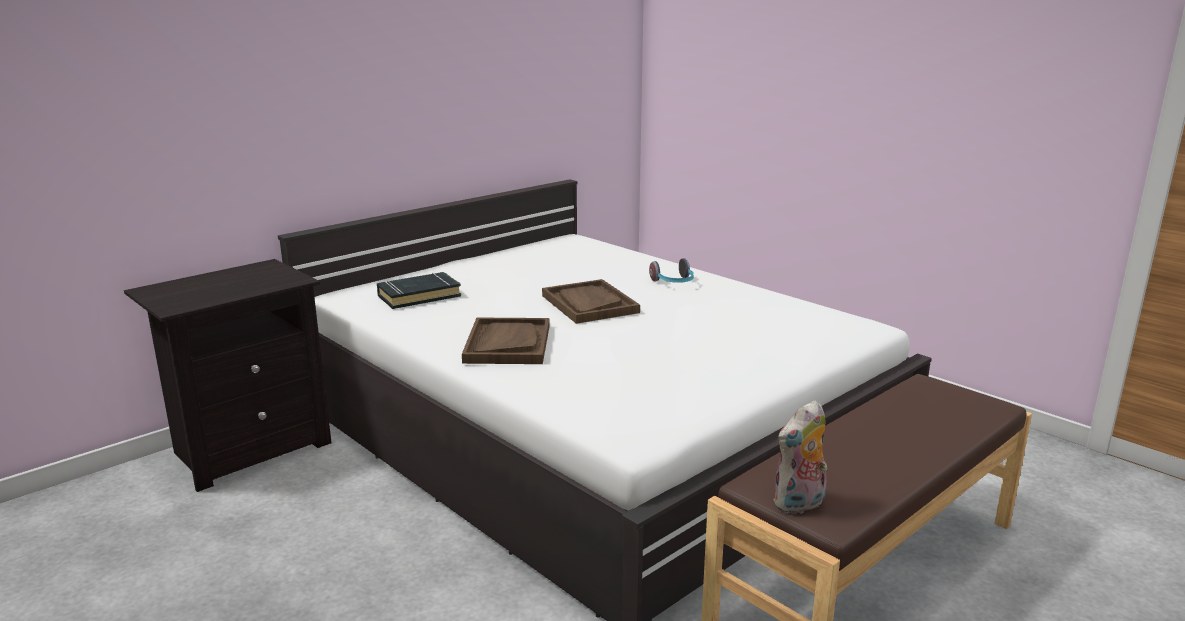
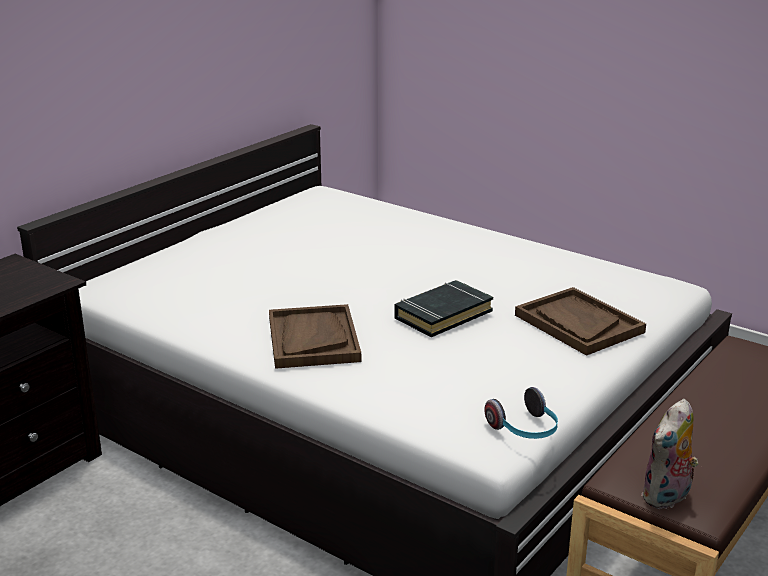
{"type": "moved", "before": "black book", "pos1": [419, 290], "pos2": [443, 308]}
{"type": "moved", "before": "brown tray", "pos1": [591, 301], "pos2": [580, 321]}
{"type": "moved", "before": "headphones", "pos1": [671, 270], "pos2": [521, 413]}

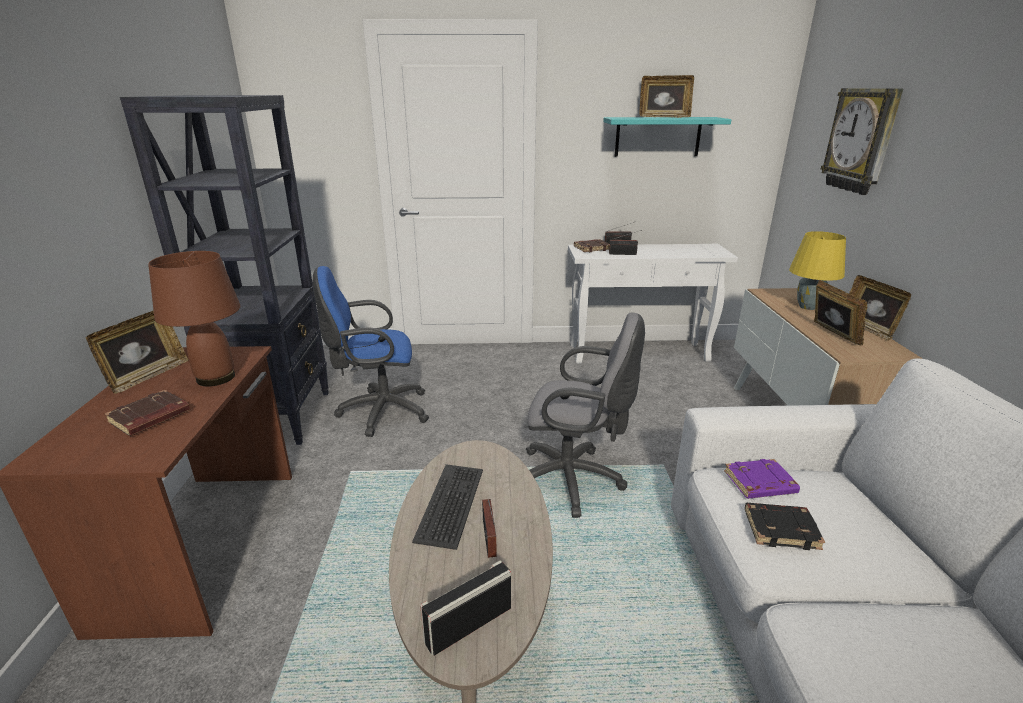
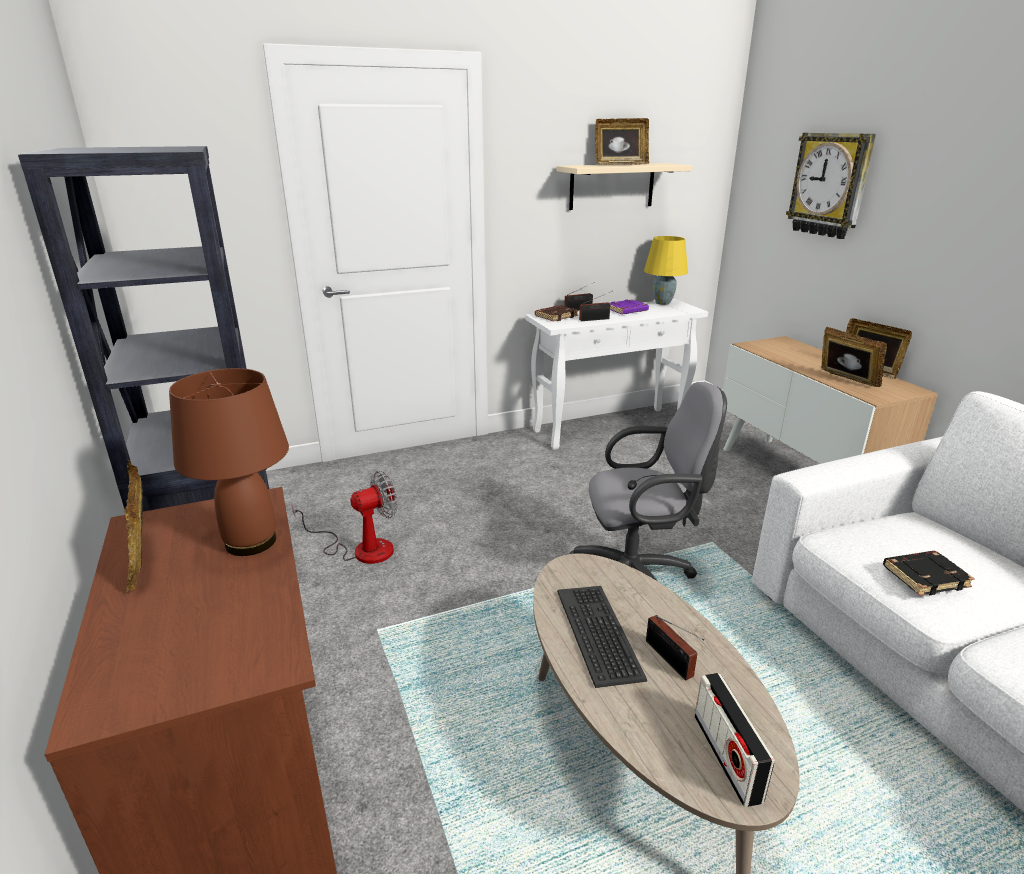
{"type": "turned", "before": "picture frame", "pos1": [137, 352], "pos2": [133, 527], "turn": 150}
{"type": "removed", "before": "brown book", "pos1": [147, 413]}
{"type": "replaced", "before": "blue office chair", "after": "fan", "pos1": [370, 351], "pos2": [344, 517]}
{"type": "turned", "before": "radio", "pos1": [465, 608], "pos2": [734, 740], "turn": -45}
{"type": "recoloured", "before": "turquoise shelf", "after": "beige shelf", "pos1": [667, 137], "pos2": [624, 186]}
{"type": "moved", "before": "purple book", "pos1": [762, 479], "pos2": [629, 306]}
{"type": "moved", "before": "yellow table lamp", "pos1": [817, 270], "pos2": [666, 270]}

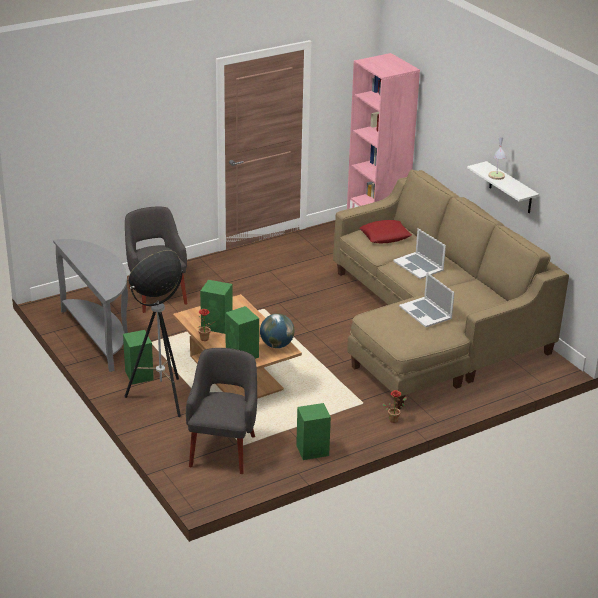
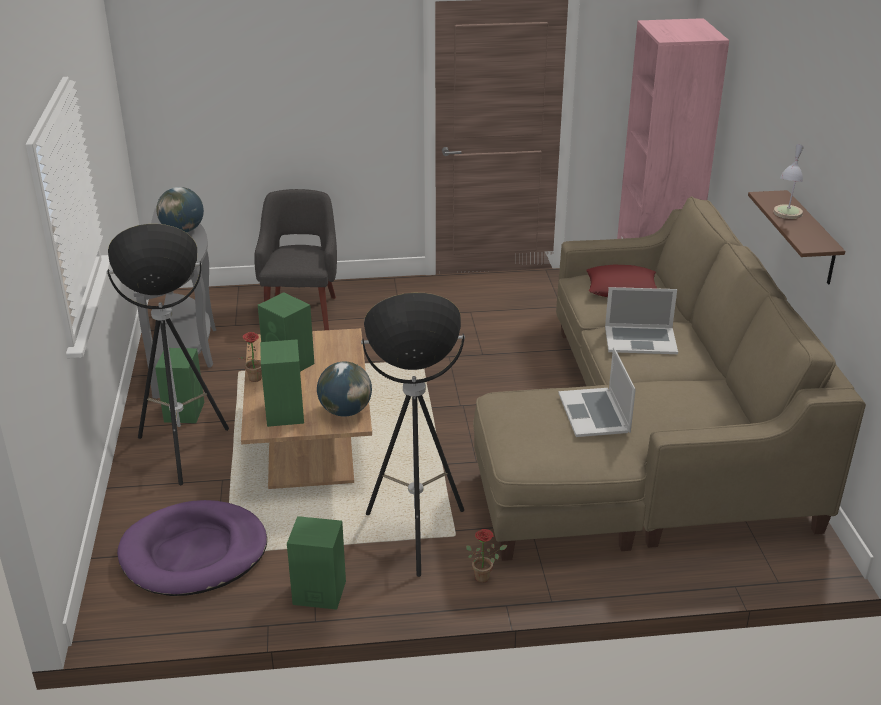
{"type": "replaced", "before": "grey armchair", "after": "purple dog bed", "pos1": [221, 411], "pos2": [192, 548]}
{"type": "turned", "before": "laptop", "pos1": [419, 253], "pos2": [641, 320], "turn": -75}
{"type": "recoloured", "before": "white shelf", "after": "brown shelf", "pos1": [503, 187], "pos2": [796, 237]}
{"type": "added", "after": "globe", "pos2": [180, 210]}
{"type": "added", "after": "floor lamp", "pos2": [413, 435]}

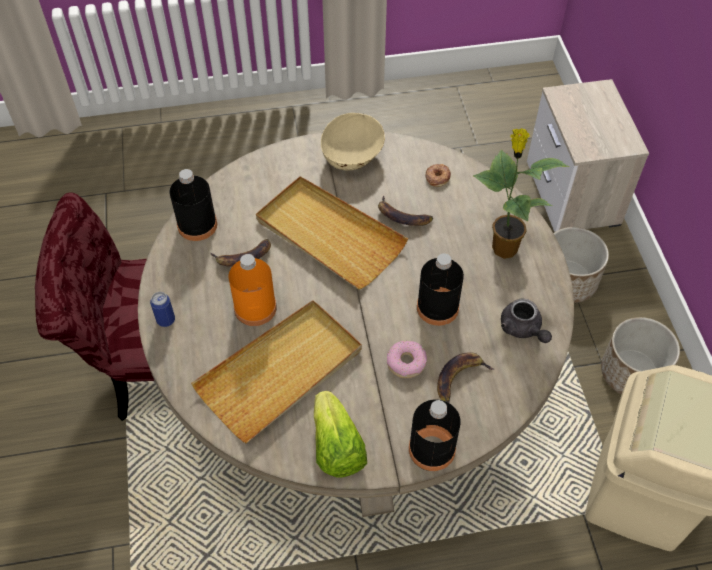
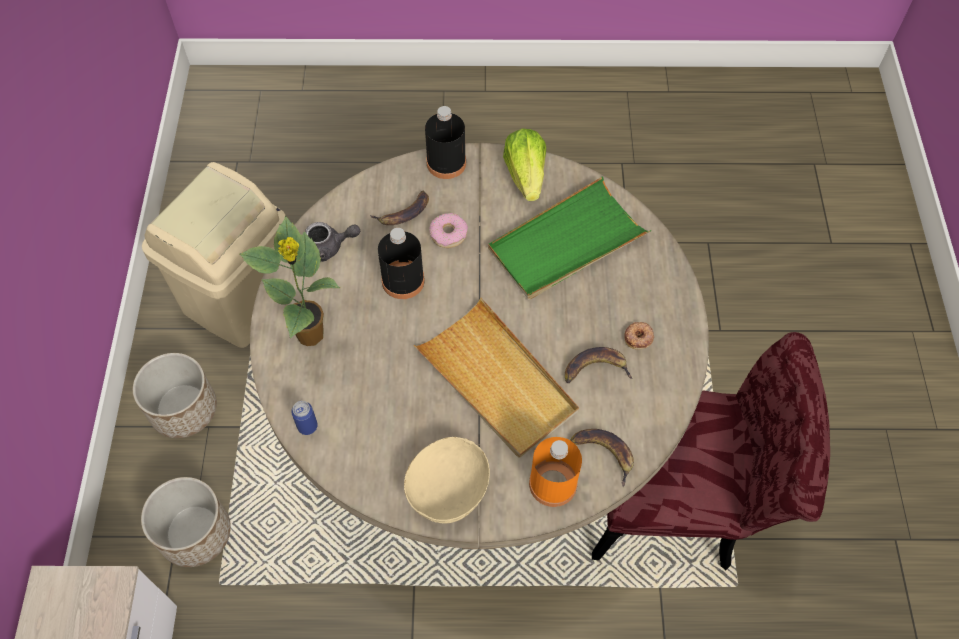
{"type": "moved", "before": "can", "pos1": [162, 309], "pos2": [304, 418]}
{"type": "removed", "before": "black bottle", "pos1": [193, 205]}
{"type": "recoloured", "before": "beige tray", "after": "green tray", "pos1": [276, 371], "pos2": [569, 238]}
{"type": "moved", "before": "orange bottle", "pos1": [253, 290], "pos2": [555, 472]}
{"type": "moved", "before": "banana", "pos1": [405, 211], "pos2": [602, 458]}
{"type": "moved", "before": "donut", "pos1": [438, 175], "pos2": [639, 336]}
{"type": "turned", "before": "grey teapot", "pos1": [526, 320], "pos2": [332, 242], "turn": 105}

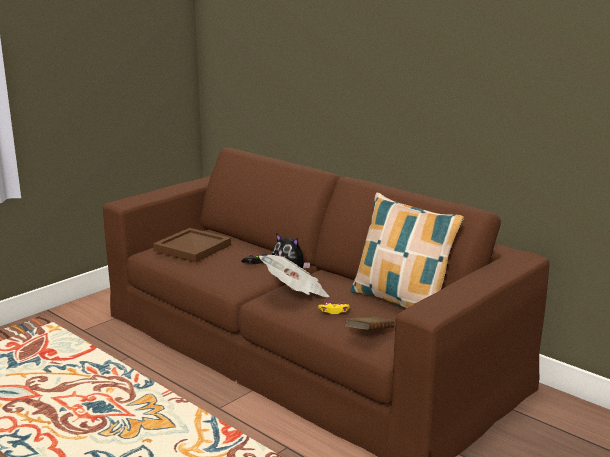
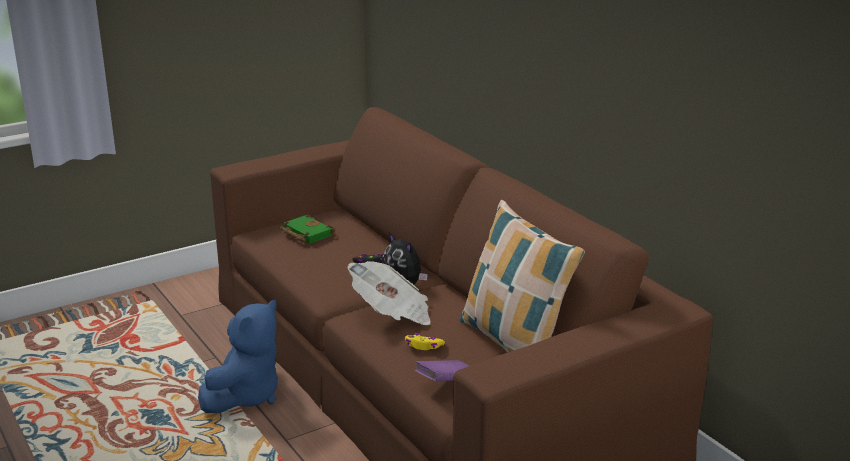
{"type": "replaced", "before": "brown tray", "after": "green book", "pos1": [192, 245], "pos2": [307, 229]}
{"type": "recoloured", "before": "brown book", "after": "purple book", "pos1": [370, 323], "pos2": [442, 370]}
{"type": "added", "after": "blue plush toy", "pos2": [238, 356]}

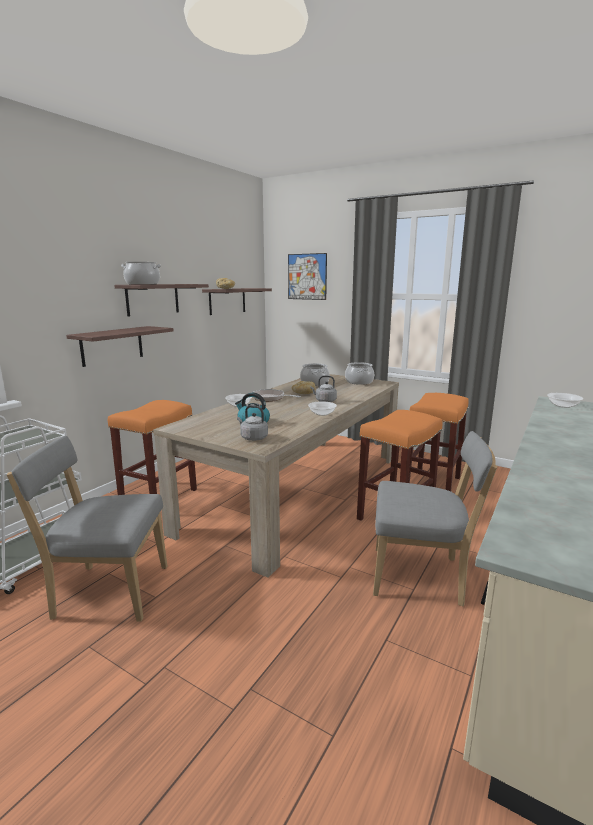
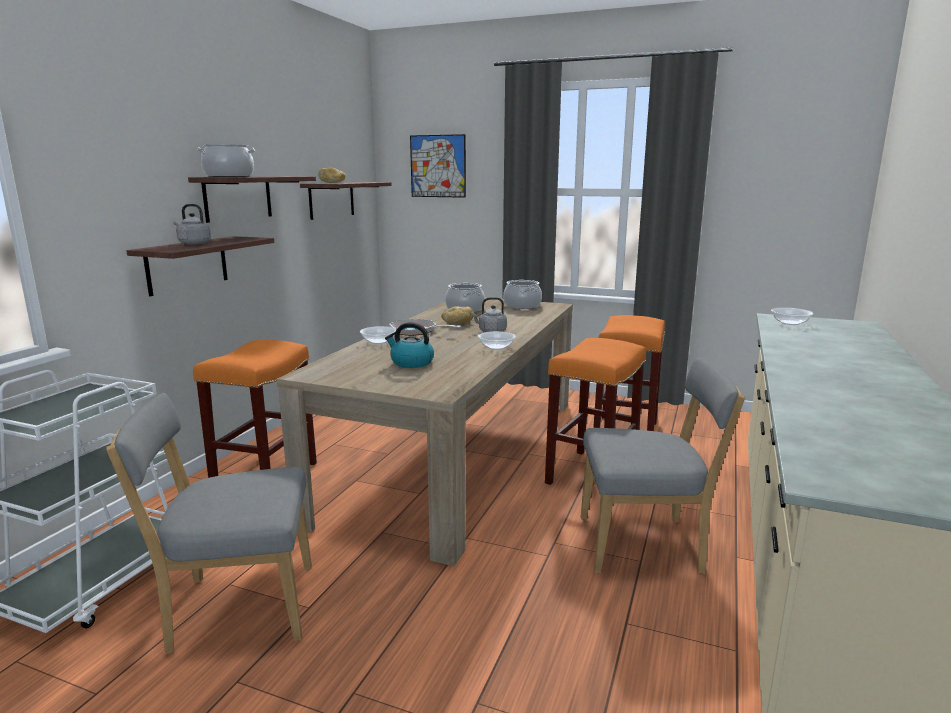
{"type": "moved", "before": "grey kettle", "pos1": [252, 423], "pos2": [192, 224]}

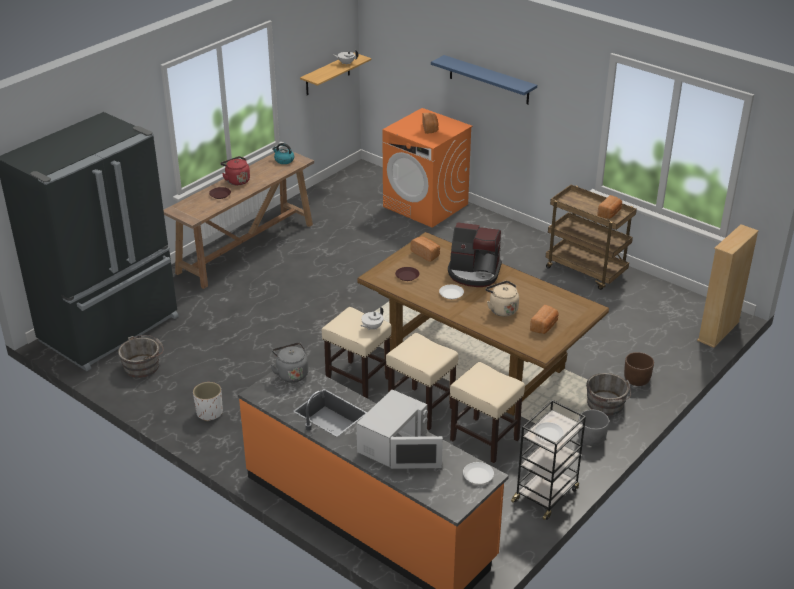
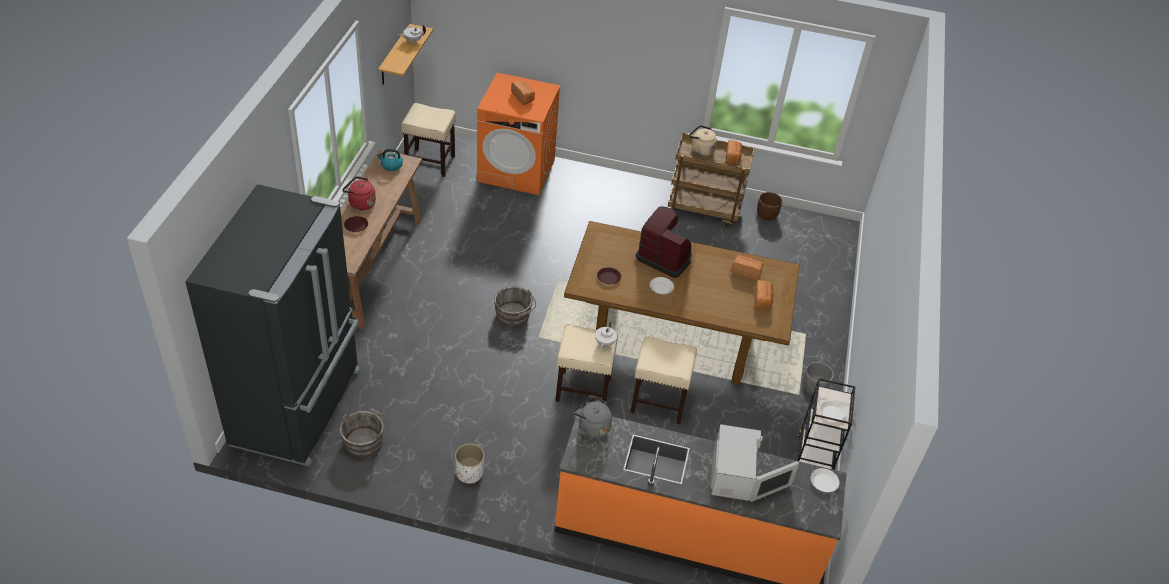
{"type": "moved", "before": "bread", "pos1": [425, 249], "pos2": [747, 267]}
{"type": "removed", "before": "blue shelf", "pos1": [484, 80]}
{"type": "turned", "before": "coffee machine", "pos1": [475, 254], "pos2": [664, 242], "turn": -135}
{"type": "moved", "before": "beige stool", "pos1": [487, 412], "pos2": [428, 140]}
{"type": "moved", "before": "beige kettle", "pos1": [502, 299], "pos2": [703, 140]}
{"type": "moved", "before": "grey bucket", "pos1": [609, 394], "pos2": [515, 306]}
{"type": "moved", "before": "brown planter", "pos1": [639, 369], "pos2": [770, 206]}
{"type": "removed", "before": "beige bookcase", "pos1": [728, 286]}

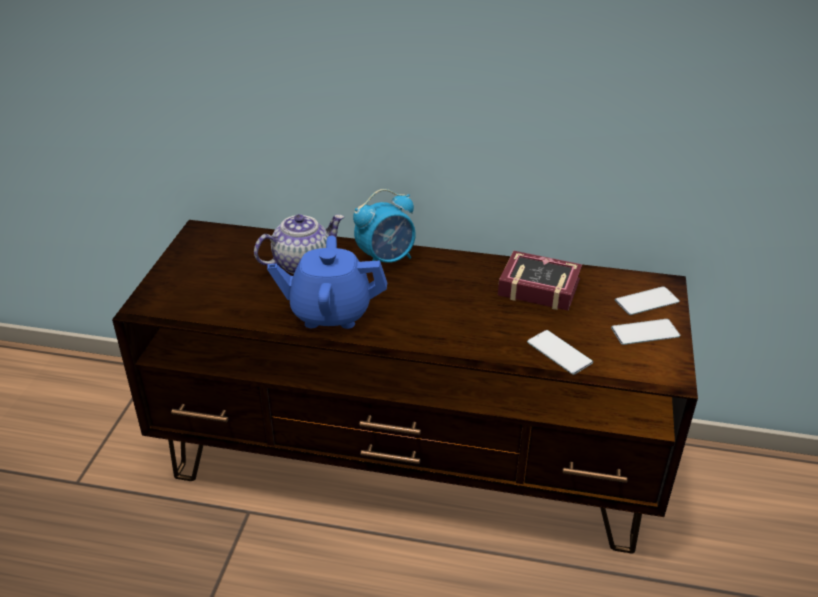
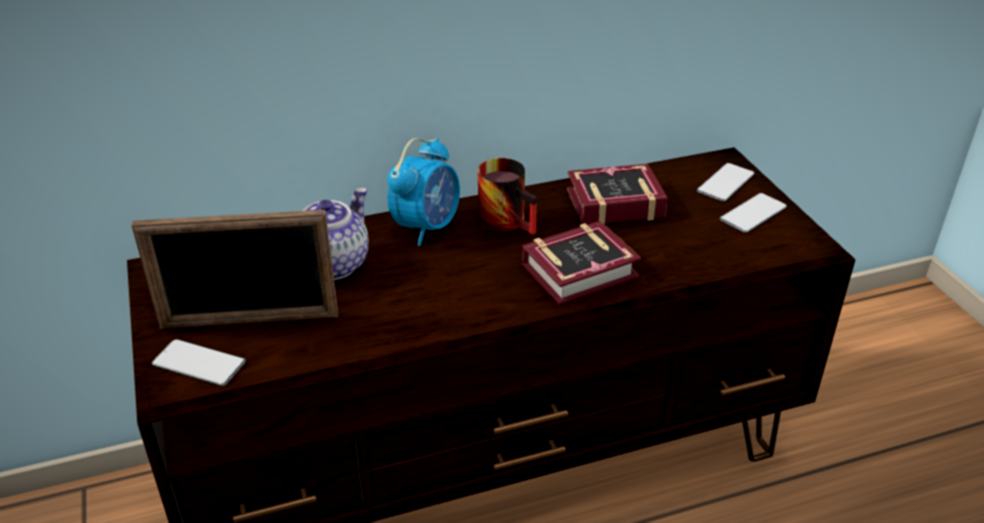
{"type": "removed", "before": "blue teapot", "pos1": [327, 282]}
{"type": "moved", "before": "phone", "pos1": [560, 352], "pos2": [198, 362]}
{"type": "added", "after": "picture frame", "pos2": [234, 269]}
{"type": "added", "after": "mug", "pos2": [507, 196]}
{"type": "added", "after": "book", "pos2": [581, 263]}

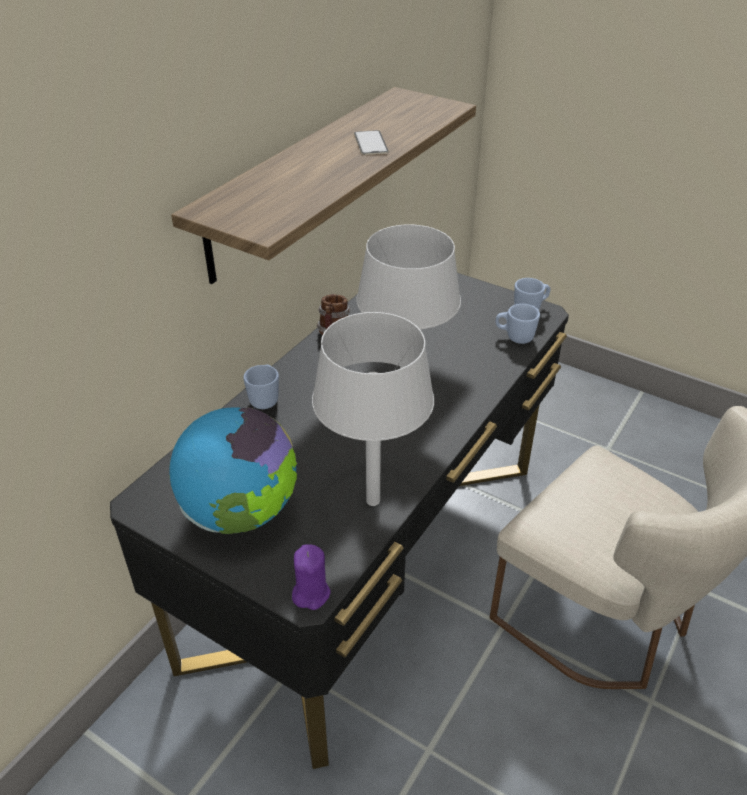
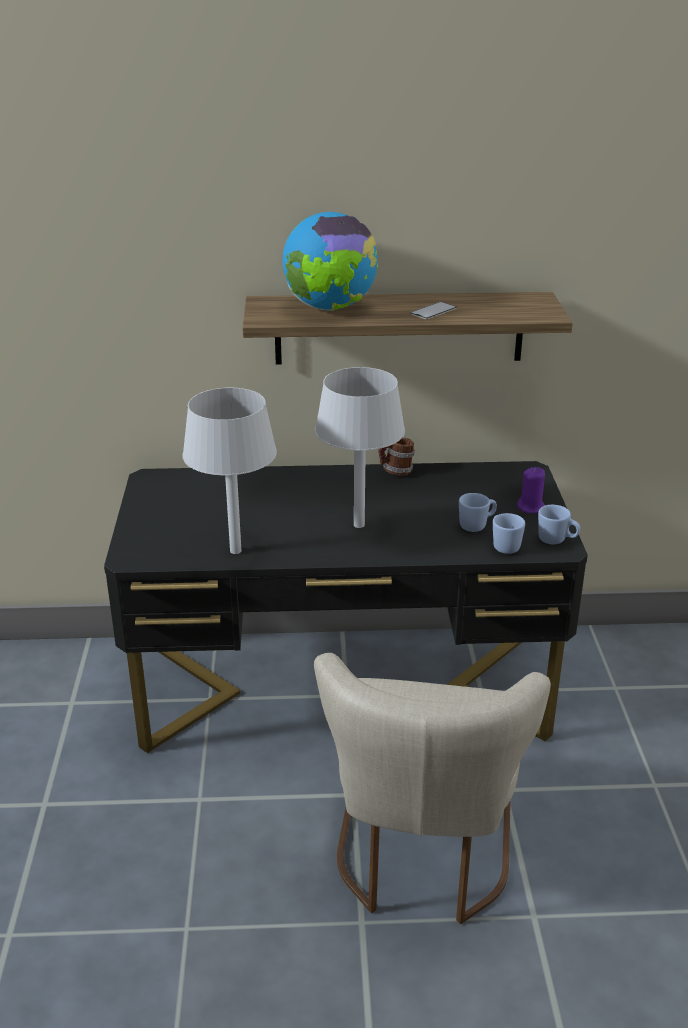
{"type": "moved", "before": "globe", "pos1": [233, 470], "pos2": [330, 261]}
{"type": "moved", "before": "blue mug", "pos1": [261, 387], "pos2": [478, 512]}
{"type": "moved", "before": "purple candle", "pos1": [311, 577], "pos2": [531, 490]}

